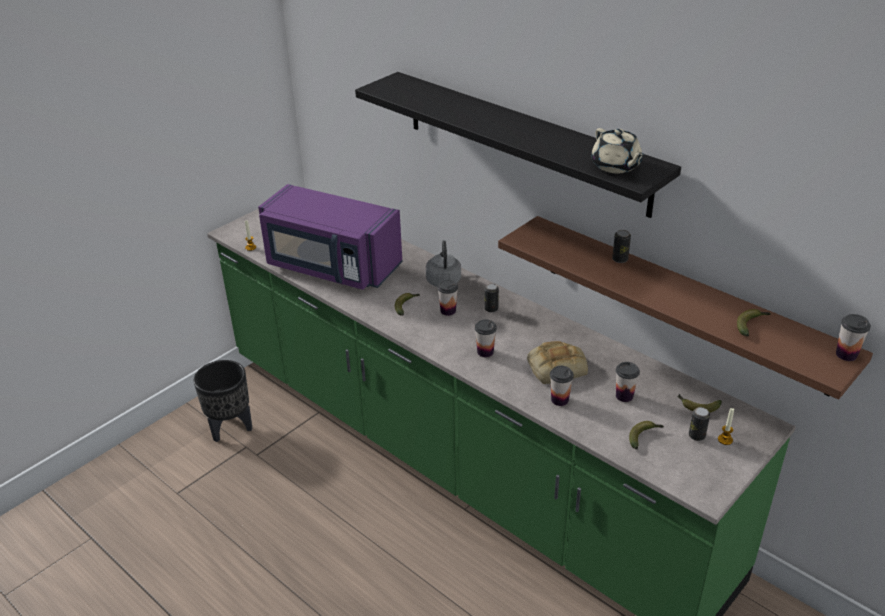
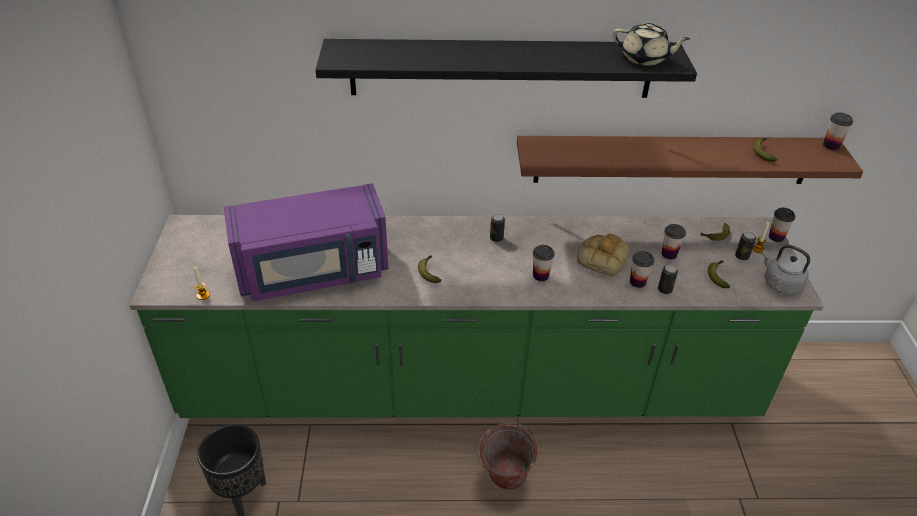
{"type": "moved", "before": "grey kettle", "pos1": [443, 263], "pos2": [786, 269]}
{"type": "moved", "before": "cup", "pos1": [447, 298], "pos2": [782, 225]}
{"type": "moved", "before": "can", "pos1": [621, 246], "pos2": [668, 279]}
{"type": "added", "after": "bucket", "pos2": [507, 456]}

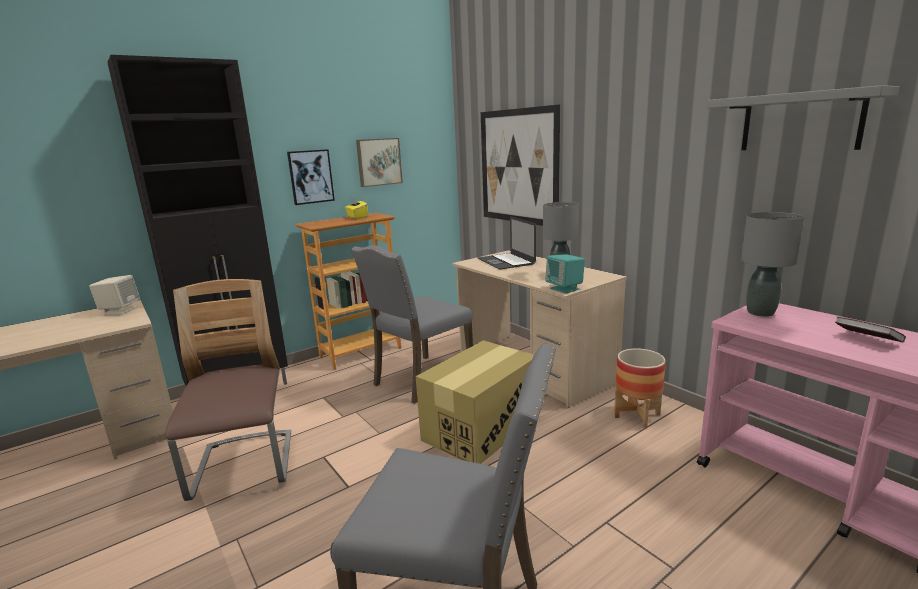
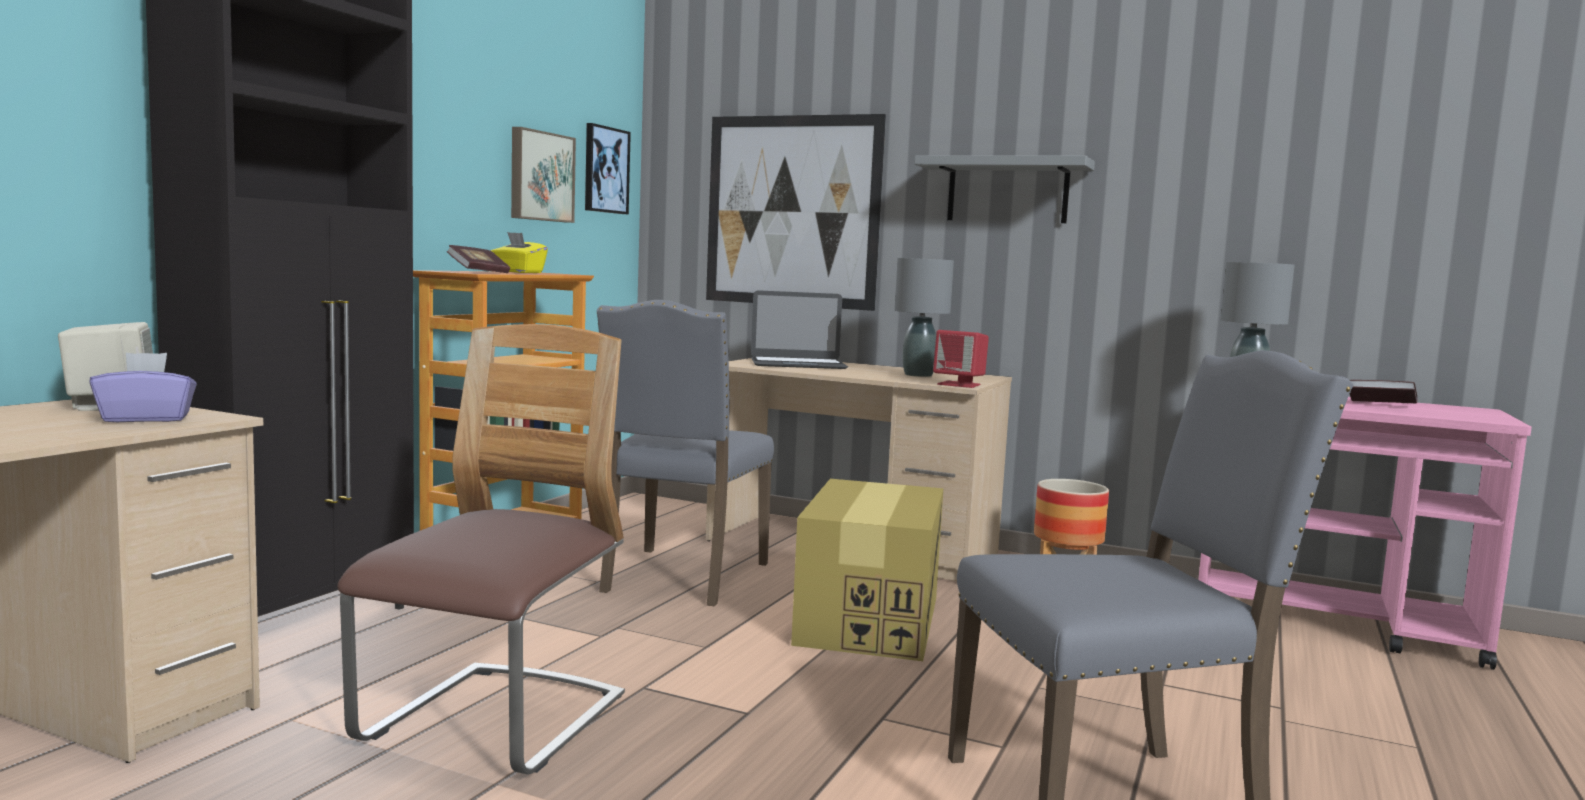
{"type": "turned", "before": "chair", "pos1": [228, 390], "pos2": [481, 549], "turn": 60}
{"type": "moved", "before": "picture", "pos1": [311, 177], "pos2": [608, 168]}
{"type": "turned", "before": "laptop", "pos1": [507, 243], "pos2": [799, 329], "turn": -45}
{"type": "recoloured", "before": "turquoise speaker", "after": "red speaker", "pos1": [565, 273], "pos2": [961, 359]}
{"type": "moved", "before": "grey shelf", "pos1": [803, 117], "pos2": [1005, 189]}
{"type": "added", "after": "purple tissue box", "pos2": [143, 387]}
{"type": "added", "after": "book", "pos2": [478, 259]}

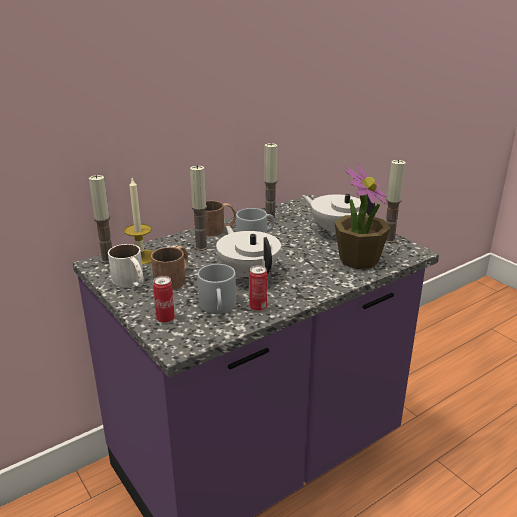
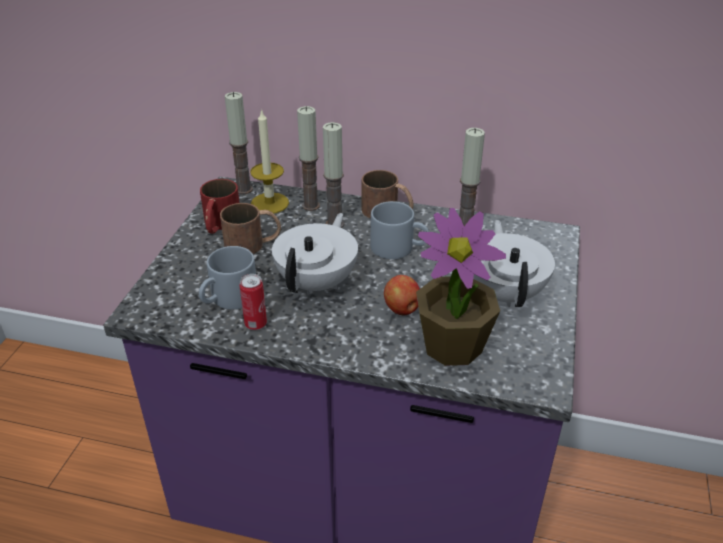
{"type": "recoloured", "before": "white mug", "after": "red mug", "pos1": [126, 265], "pos2": [220, 206]}
{"type": "removed", "before": "can", "pos1": [164, 299]}
{"type": "moved", "before": "candle", "pos1": [396, 201], "pos2": [308, 158]}
{"type": "added", "after": "apple", "pos2": [402, 295]}

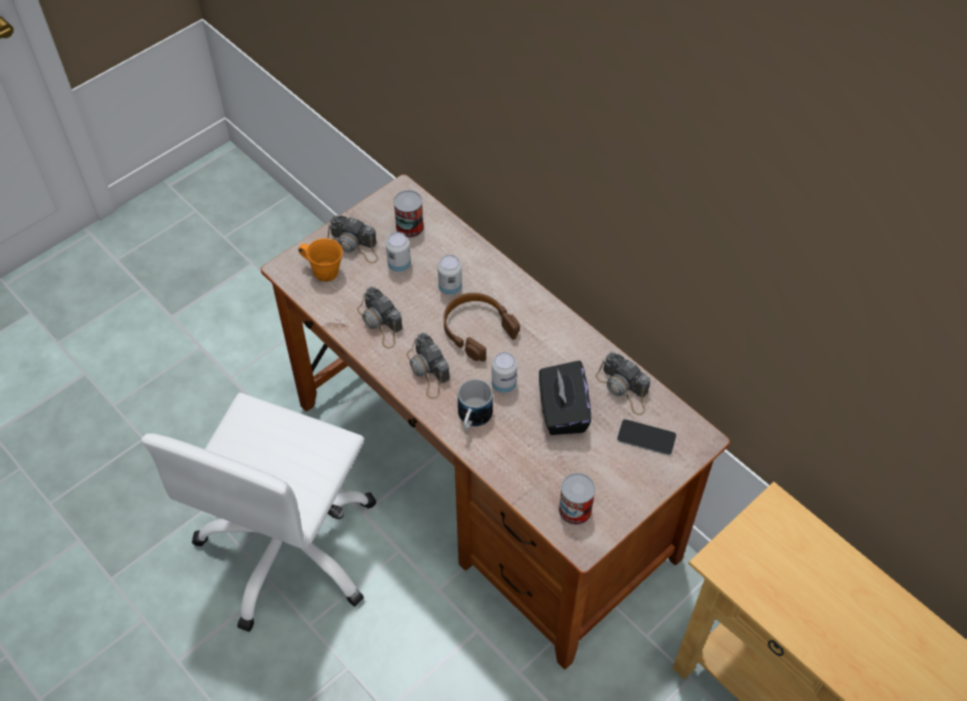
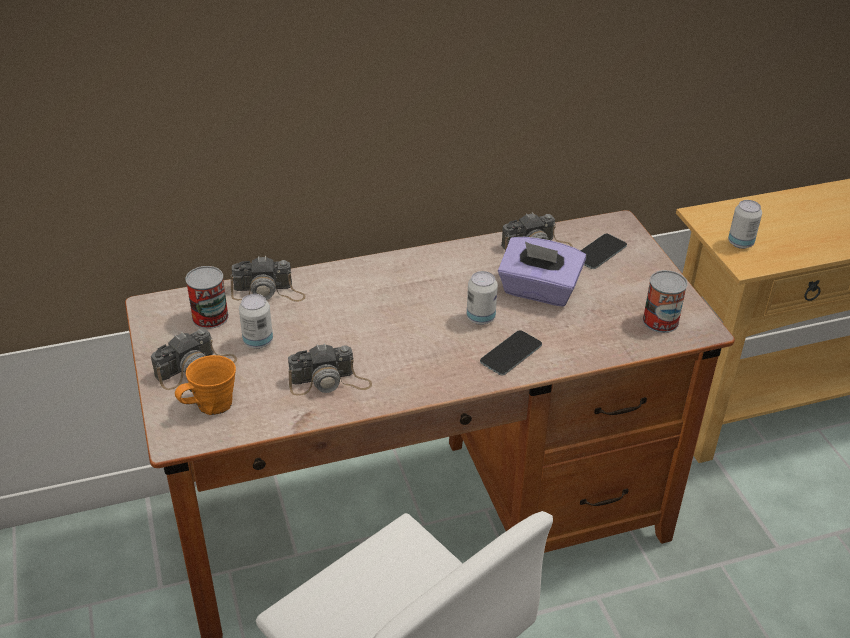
{"type": "moved", "before": "photo camera", "pos1": [428, 366], "pos2": [267, 279]}
{"type": "moved", "before": "can", "pos1": [450, 275], "pos2": [745, 224]}
{"type": "removed", "before": "brown headphones", "pos1": [482, 327]}
{"type": "replaced", "before": "mug", "after": "phone", "pos1": [475, 404], "pos2": [511, 352]}
{"type": "recoloured", "before": "black tissue box", "after": "purple tissue box", "pos1": [565, 398], "pos2": [542, 272]}

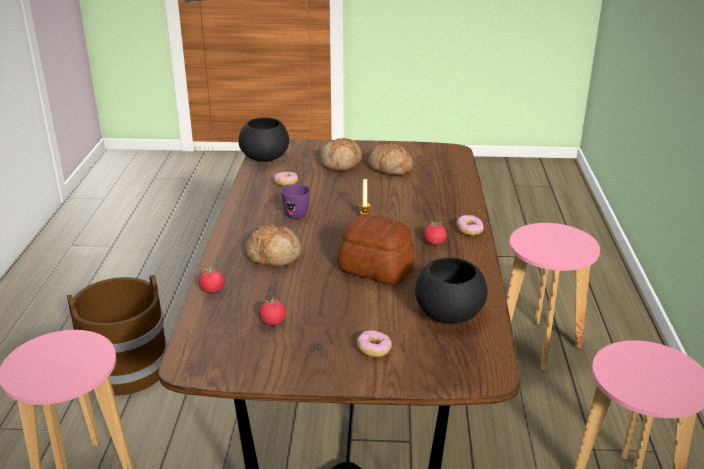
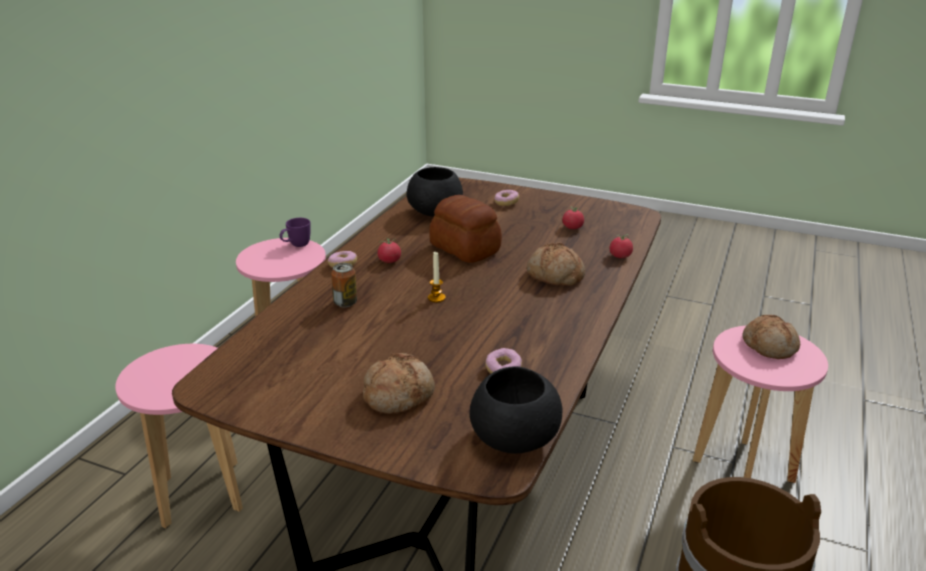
{"type": "moved", "before": "purple mug", "pos1": [295, 201], "pos2": [295, 232]}
{"type": "moved", "before": "bread", "pos1": [390, 158], "pos2": [771, 337]}
{"type": "added", "after": "can", "pos2": [344, 285]}

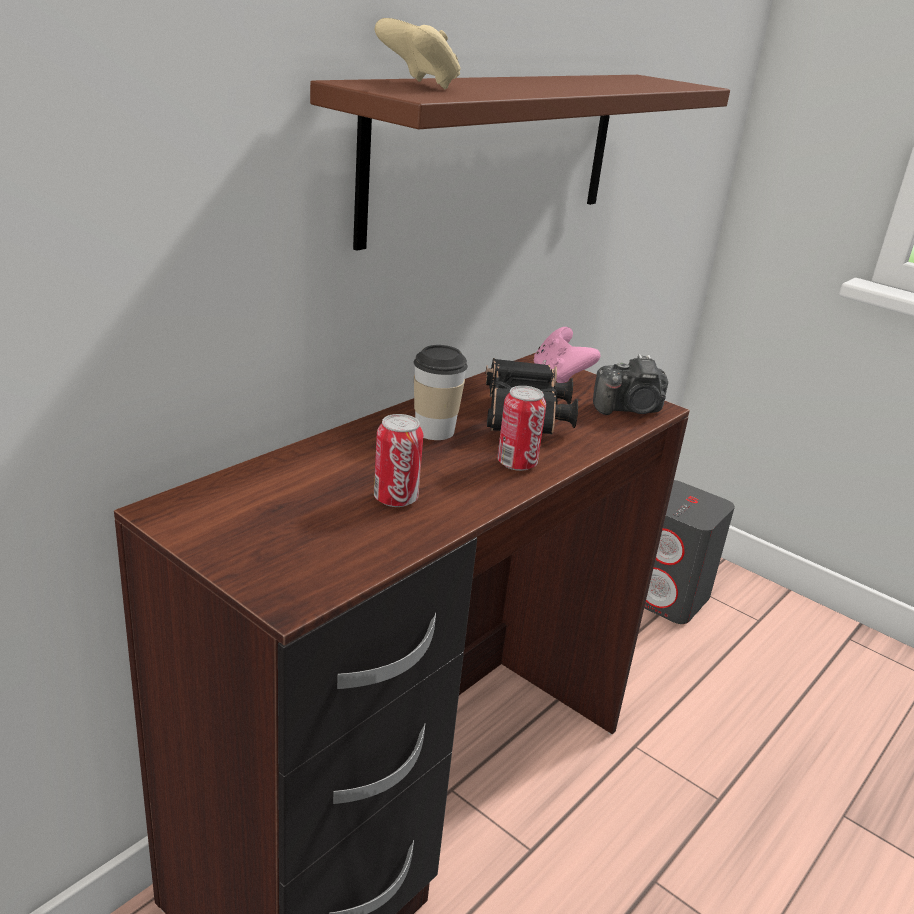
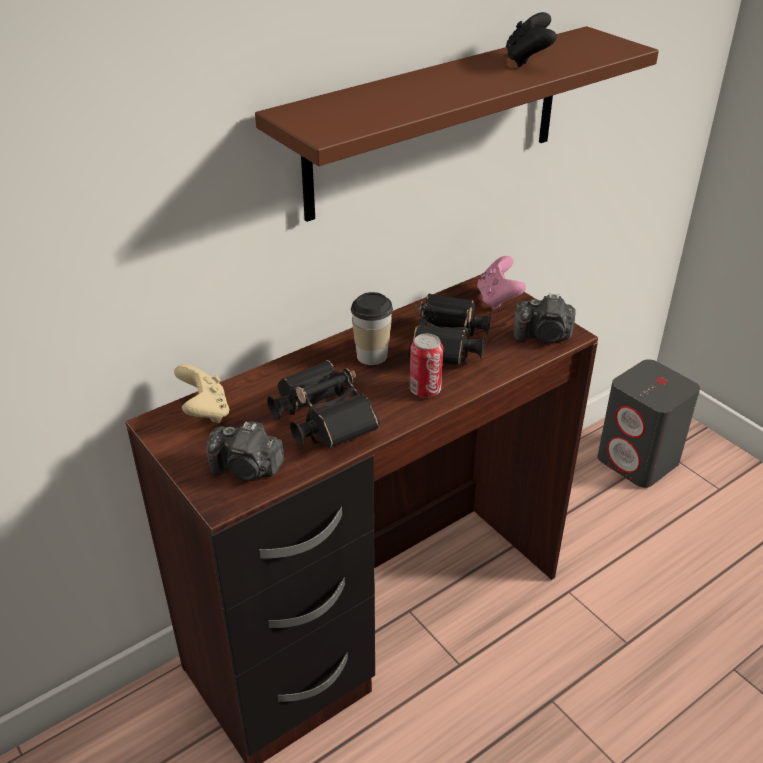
{"type": "replaced", "before": "can", "after": "black binoculars", "pos1": [398, 460], "pos2": [323, 404]}
{"type": "moved", "before": "beige game controller", "pos1": [418, 53], "pos2": [201, 393]}
{"type": "added", "after": "photo camera", "pos2": [245, 451]}
{"type": "added", "after": "black game controller", "pos2": [531, 39]}

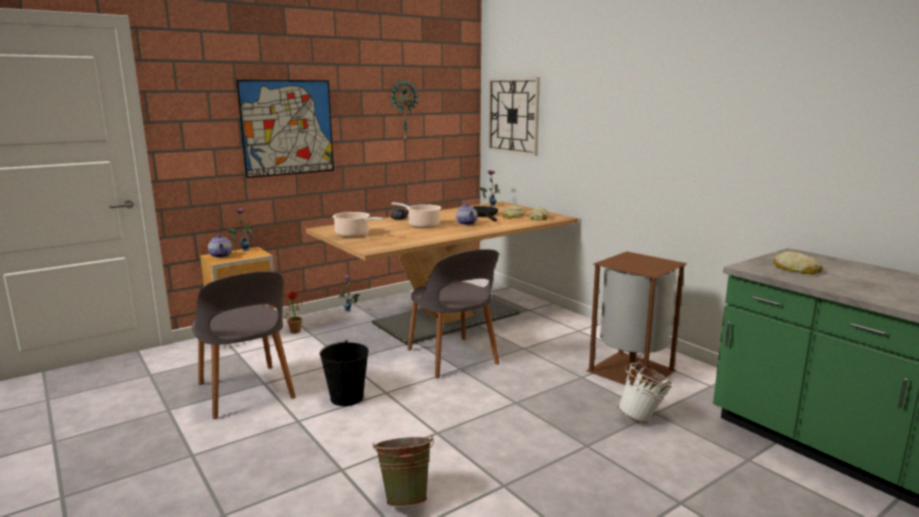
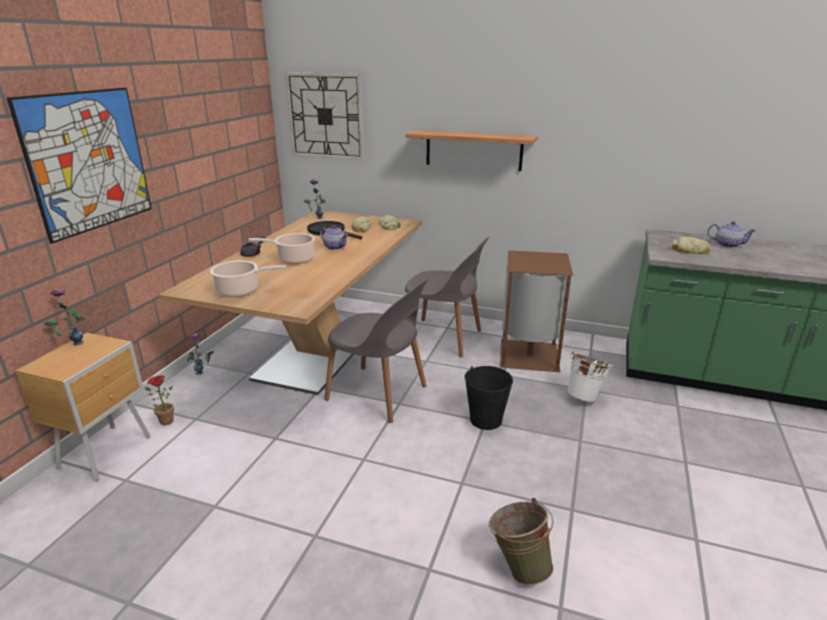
{"type": "moved", "before": "grey chair", "pos1": [244, 345], "pos2": [447, 297]}
{"type": "moved", "before": "teapot", "pos1": [220, 246], "pos2": [731, 234]}
{"type": "moved", "before": "black bucket", "pos1": [344, 373], "pos2": [489, 398]}
{"type": "removed", "before": "wall clock", "pos1": [404, 110]}
{"type": "added", "after": "shelf", "pos2": [471, 150]}

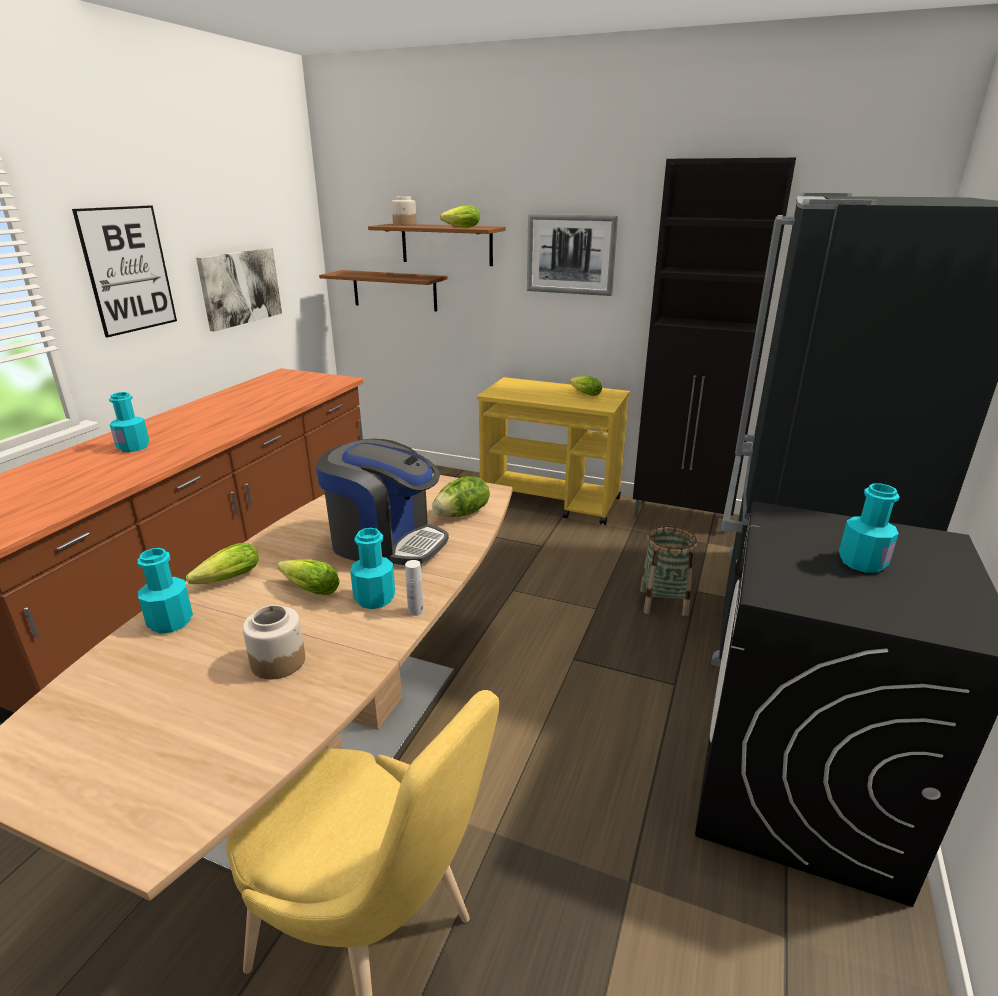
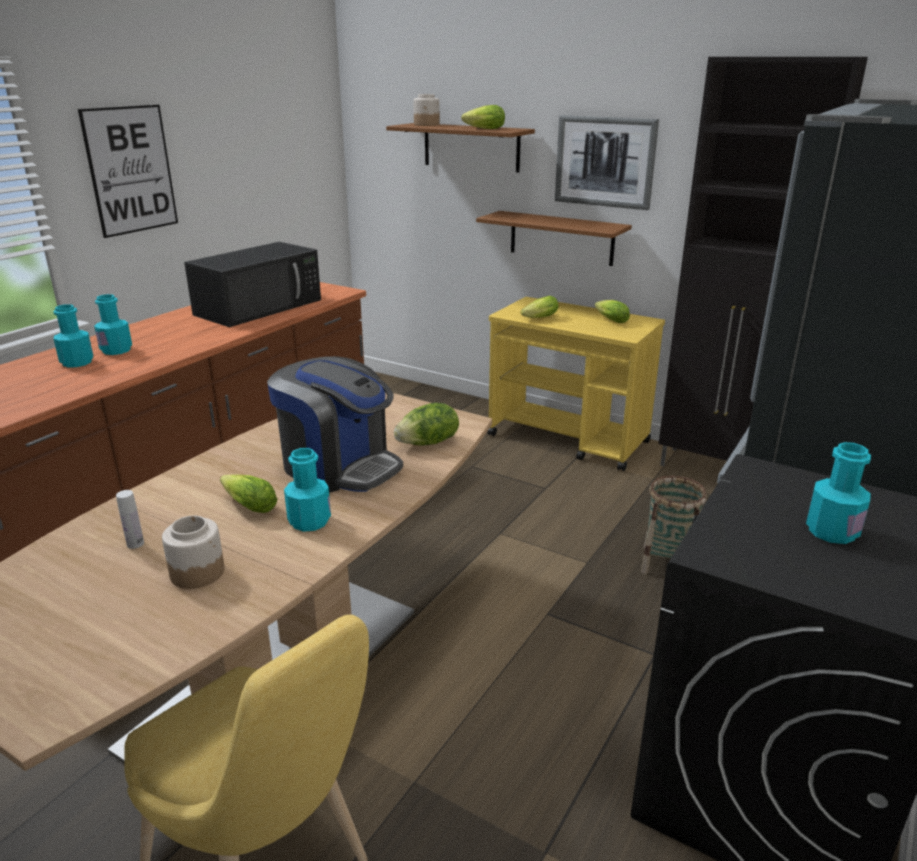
{"type": "moved", "before": "turquoise bottle", "pos1": [165, 591], "pos2": [73, 335]}
{"type": "moved", "before": "lettuce", "pos1": [222, 563], "pos2": [539, 307]}
{"type": "removed", "before": "picture", "pos1": [239, 290]}
{"type": "moved", "before": "brown shelf", "pos1": [383, 290], "pos2": [554, 238]}
{"type": "moved", "before": "white bottle", "pos1": [414, 588], "pos2": [130, 519]}
{"type": "added", "after": "black microwave", "pos2": [252, 284]}

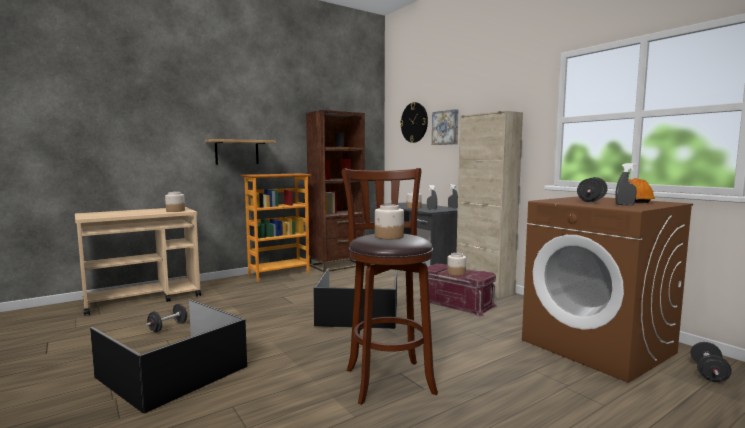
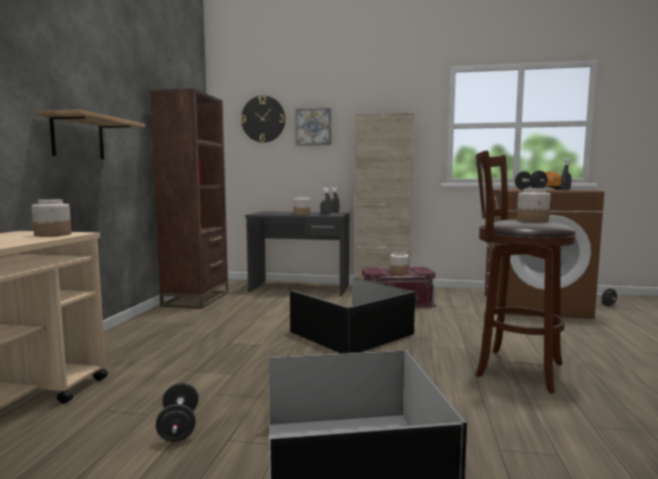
{"type": "removed", "before": "bookcase", "pos1": [276, 228]}

